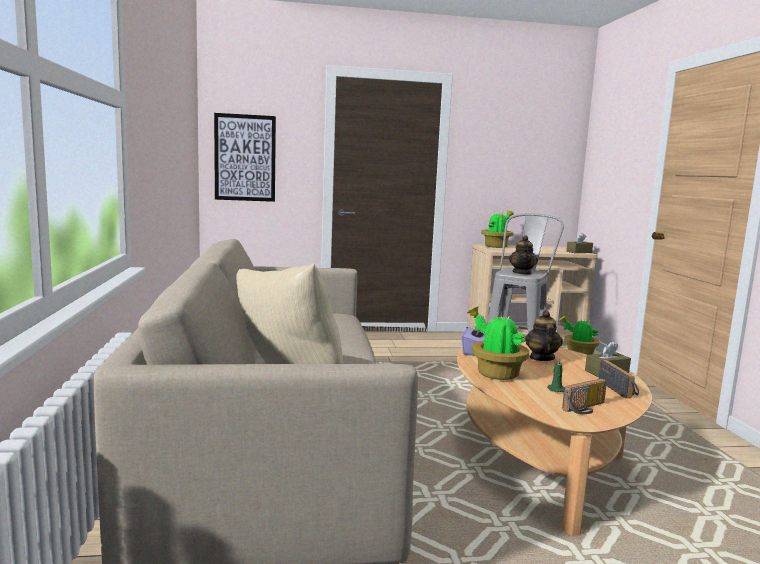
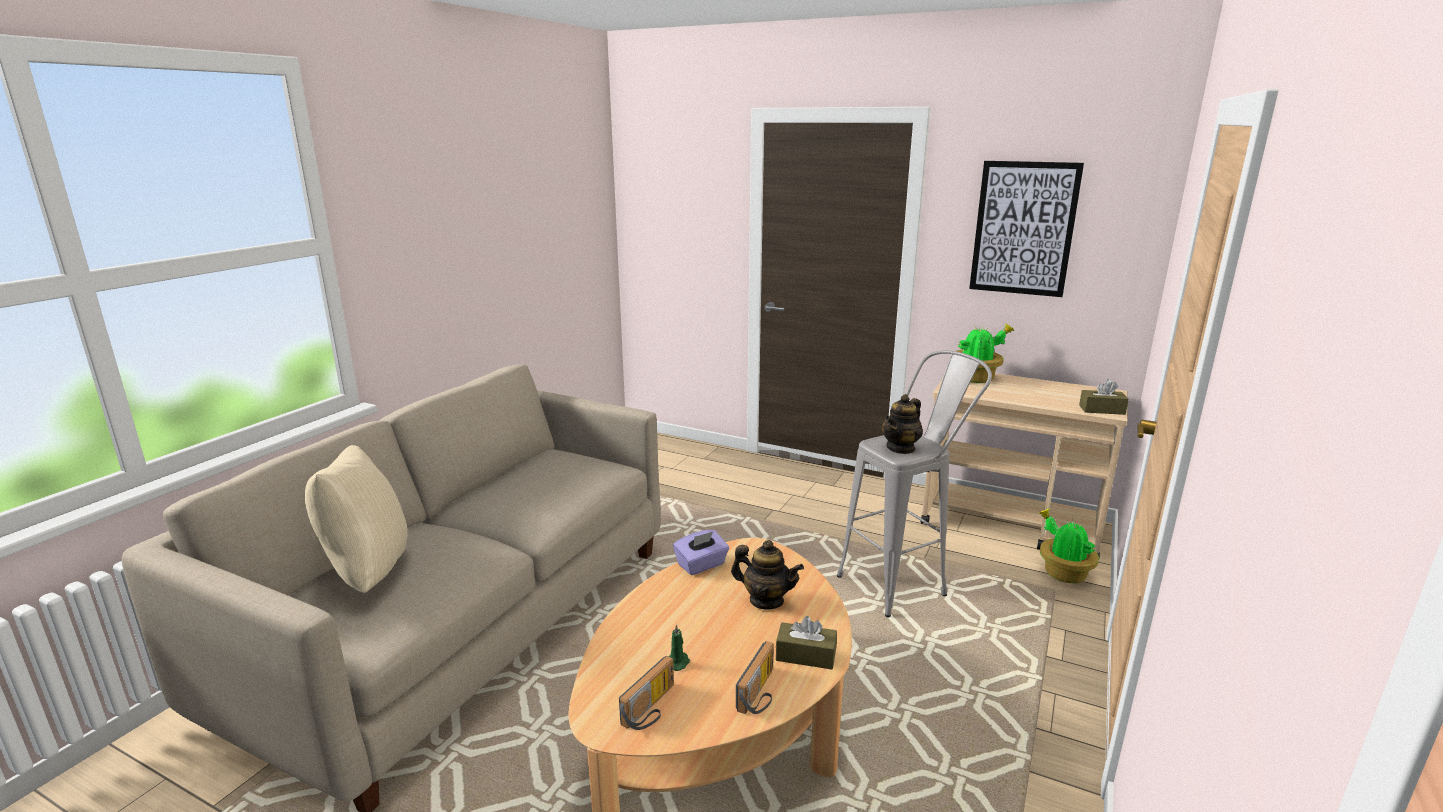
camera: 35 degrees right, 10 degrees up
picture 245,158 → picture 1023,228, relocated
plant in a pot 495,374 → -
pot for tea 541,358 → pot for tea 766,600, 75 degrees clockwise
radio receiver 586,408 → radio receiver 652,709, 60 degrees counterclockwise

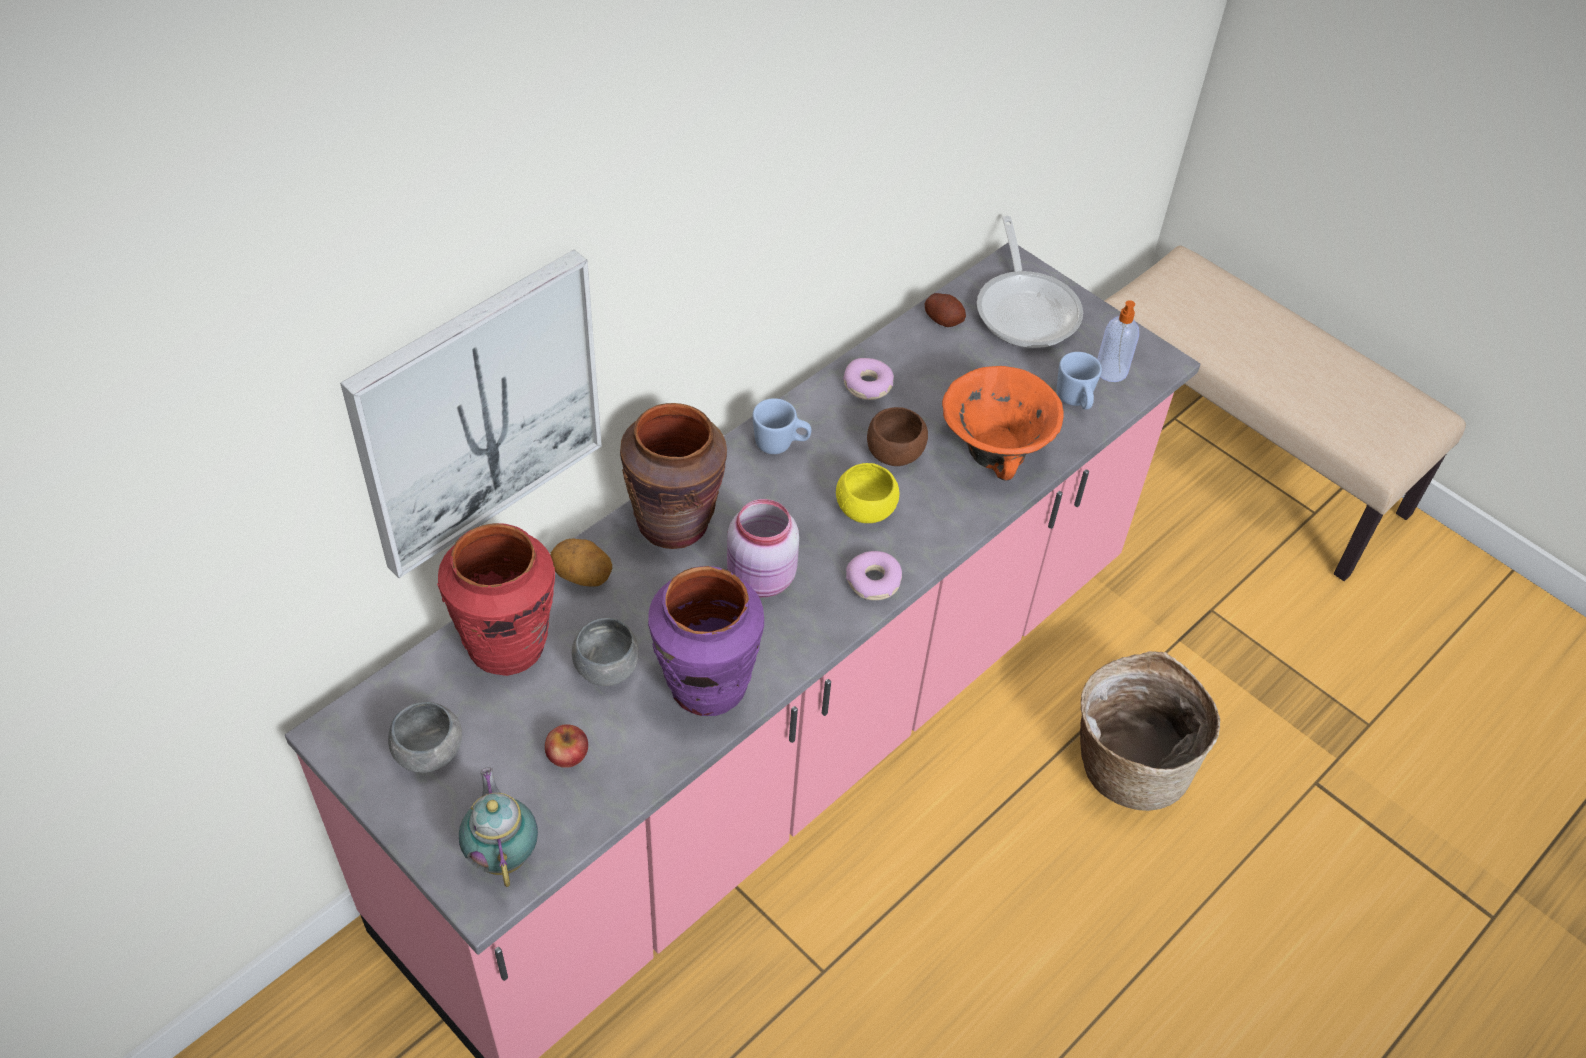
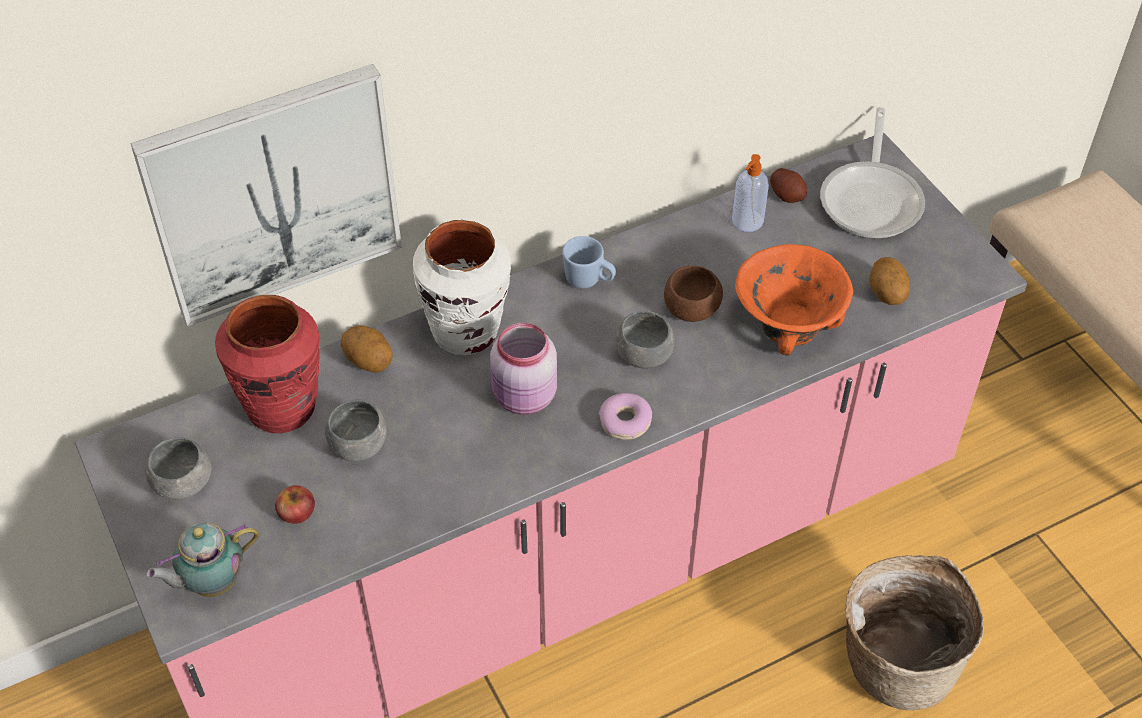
camera: 20 degrees right, 0 degrees up
pot for tea 503,853 → pot for tea 211,583, 120 degrees counterclockwise
decorative vase/brown 674,523 → decorative vase/whitish 466,331
decorative vase/purple-coloured 707,686 → -
bowl/yellowish 865,510 → bowl/grey 643,356
donut 867,385 → -
mug/blue-coloured 1075,401 → spud 886,294
soap dispenser 1111,372 → soap dispenser 747,222, relocated

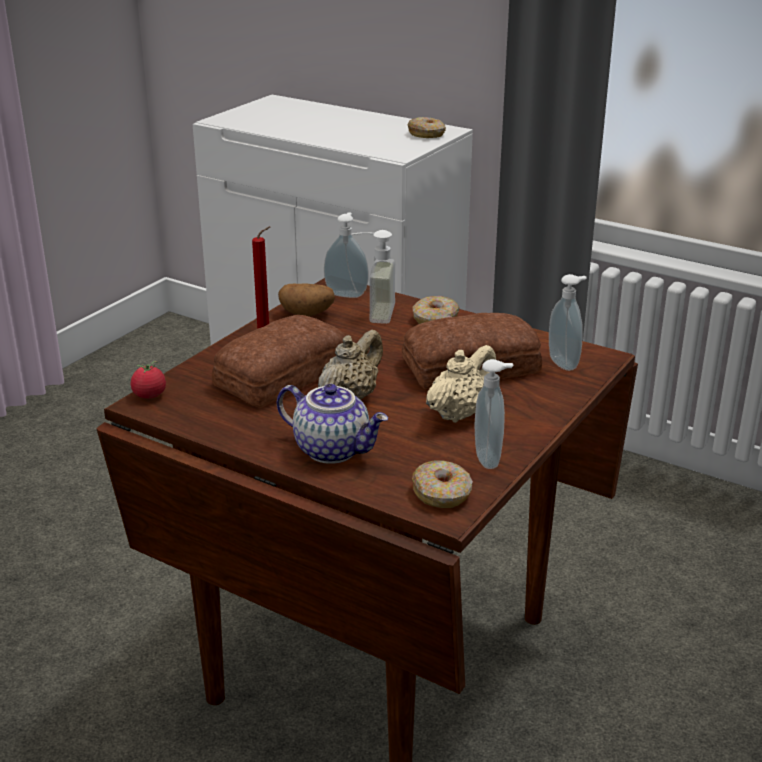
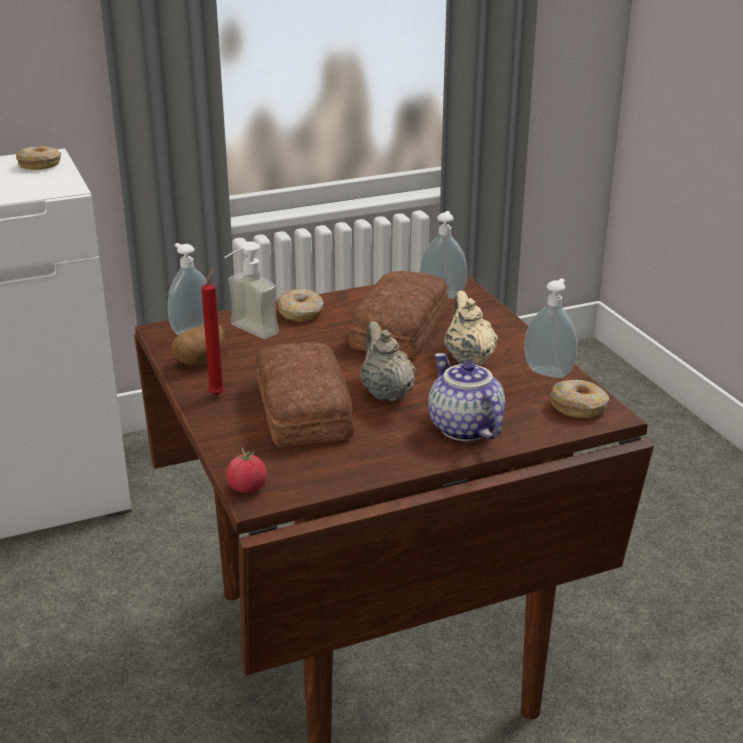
camera: 55 degrees left, 0 degrees up
pot for tea 333,449 → pot for tea 463,428, 90 degrees counterclockwise

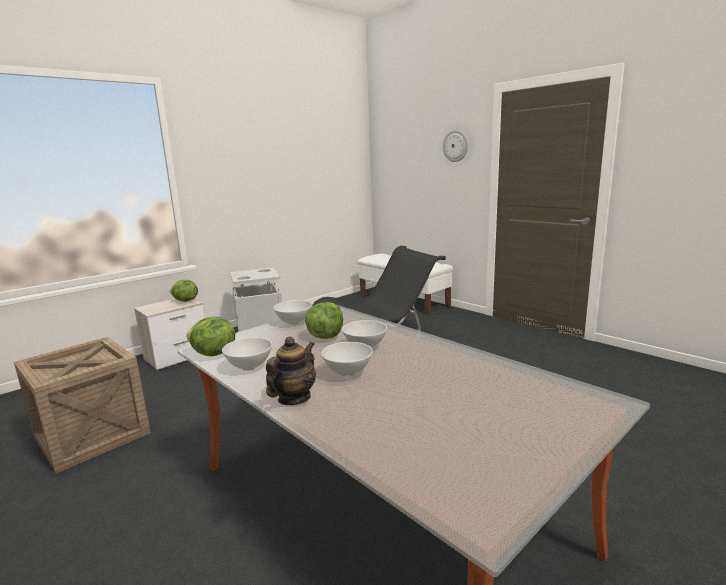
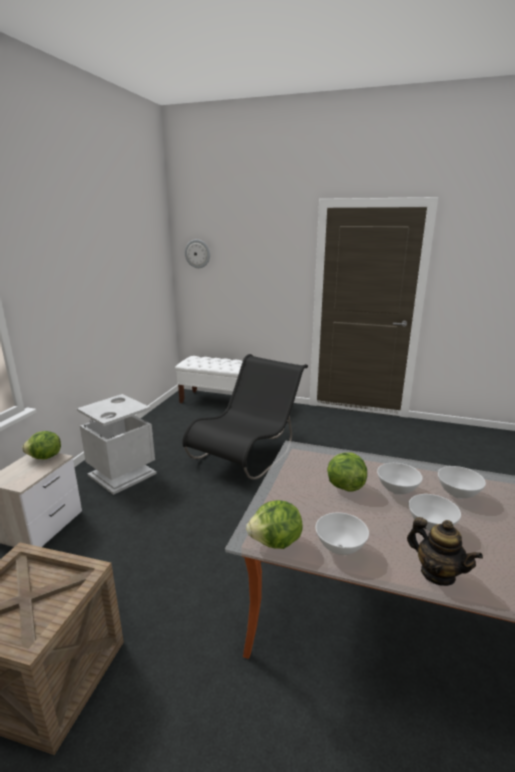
camera: 30 degrees left, 5 degrees up
pot for tea 294,398 → pot for tea 437,574, 135 degrees clockwise
bowl/whitish 294,322 → bowl/whitish 458,494, relocated
wall clock 456,145 → wall clock 197,253, relocated

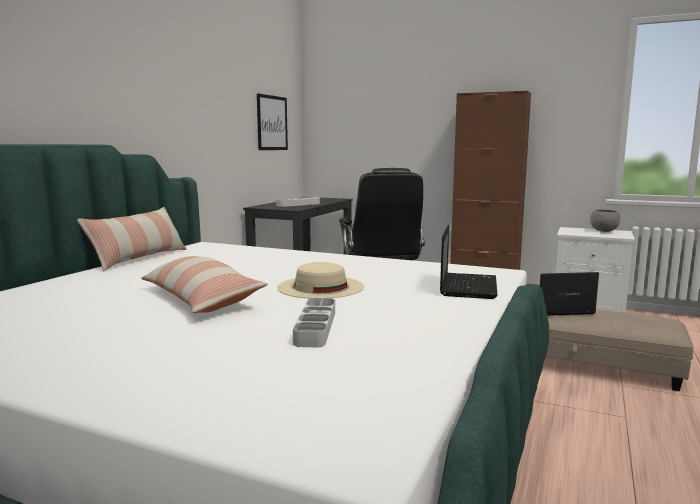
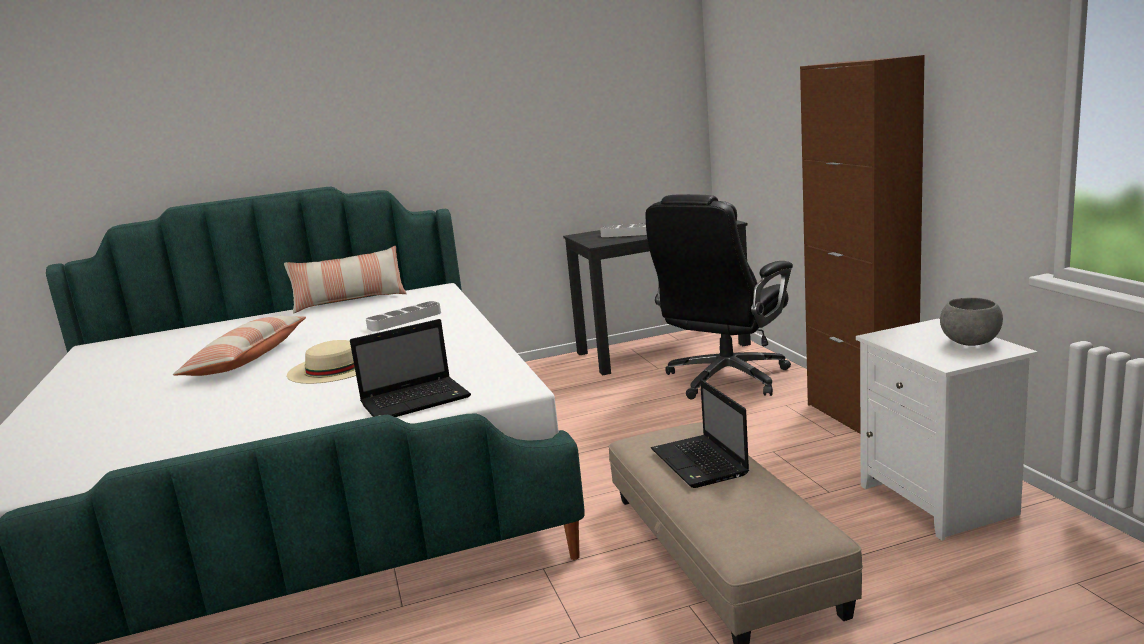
camera: 50 degrees right, 5 degrees up
picture 272,123 → -
serving tray/grey 315,327 → serving tray/grey 404,320, relocated
notebook computer 556,310 → notebook computer 700,463, 150 degrees counterclockwise

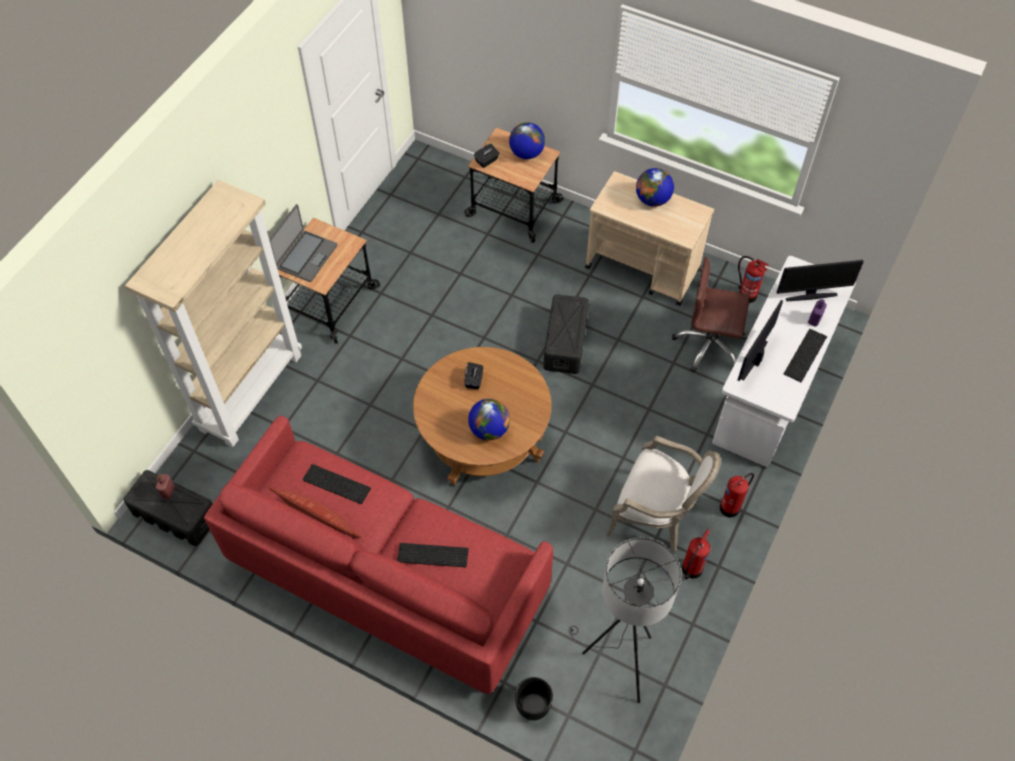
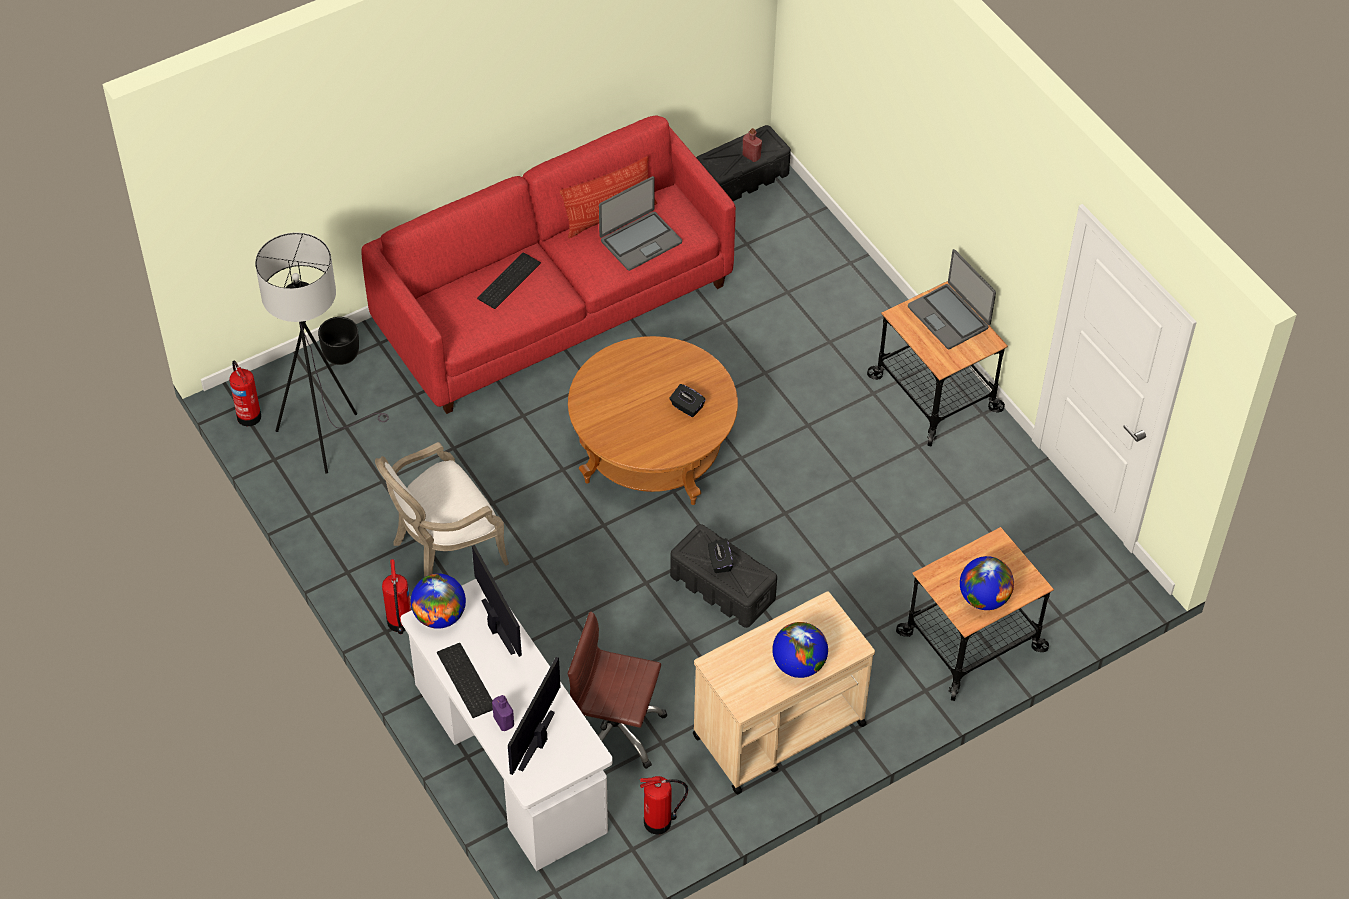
camera: 120 degrees right, 5 degrees down
bookcase/sand-coloured 251,391 → -
keyboard 335,485 → notebook computer 640,241
world globe 489,429 → world globe 439,616, relocated
tissue holder/black 487,161 → tissue holder/black 720,562, relocated
computer chair/brown 709,345 → computer chair/brown 614,731, 120 degrees counterclockwise
fire-fighting cylinder 691,570 → fire-fighting cylinder 248,415, relocated

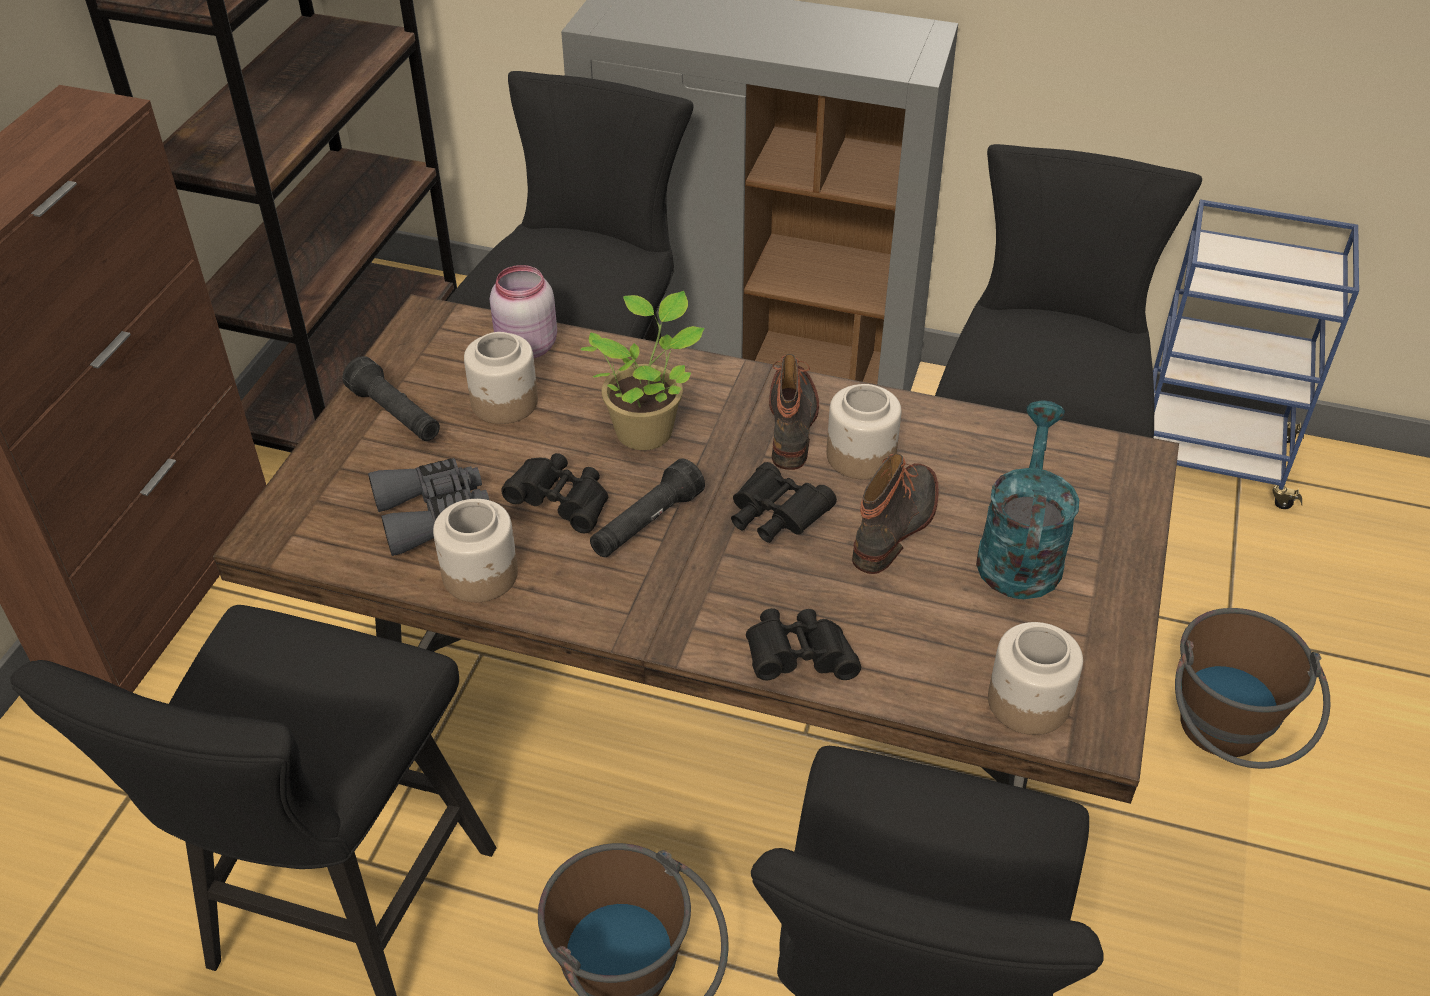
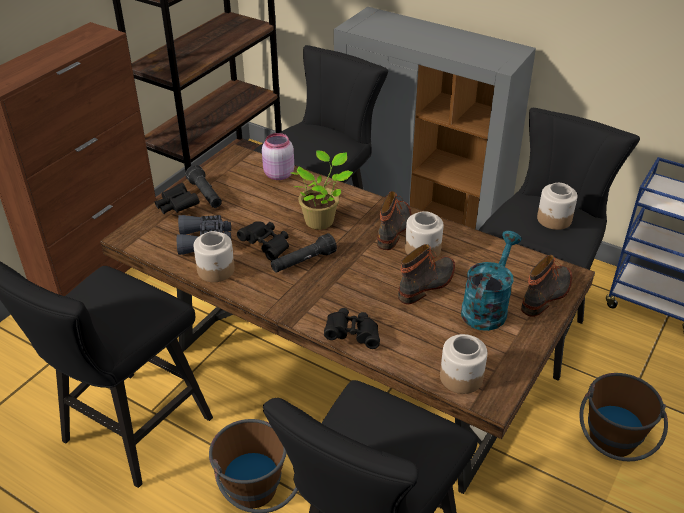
camera: 15 degrees right, 5 degrees down
storage jar 504,403 → storage jar 554,220, relocated
pair of binoculars/black 776,518 → pair of binoculars/black 177,207, relocated
- → boot 547,295

